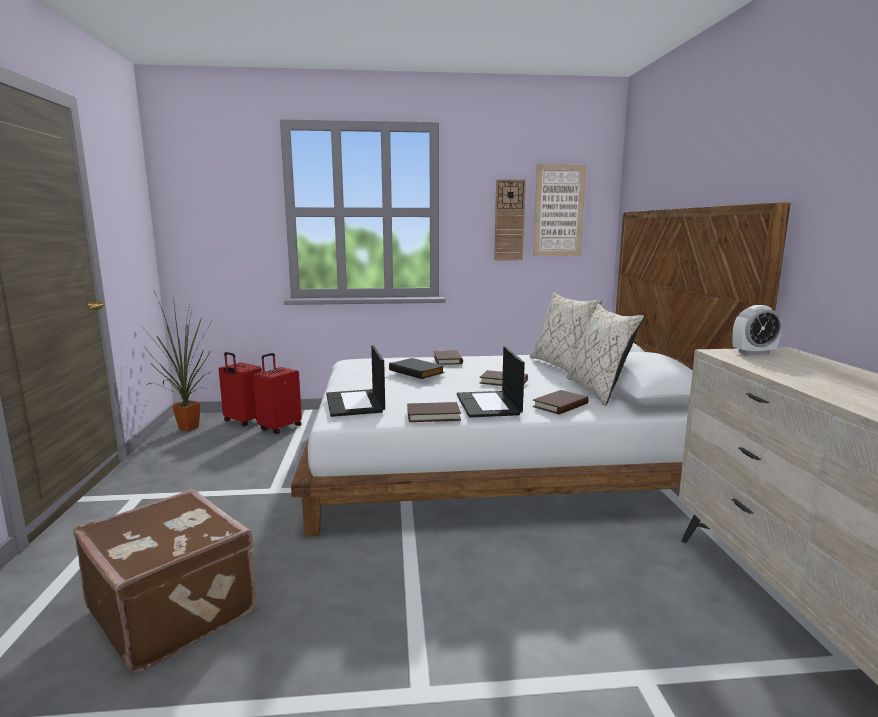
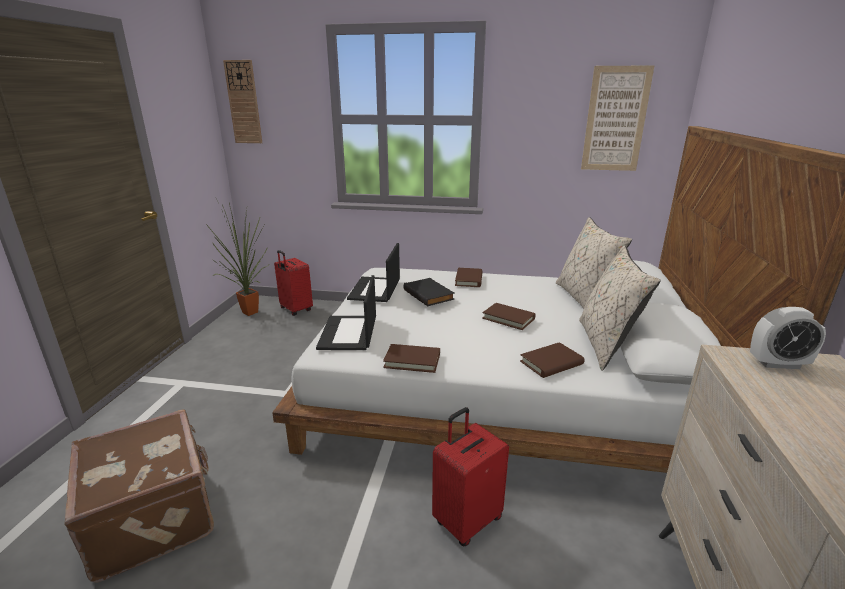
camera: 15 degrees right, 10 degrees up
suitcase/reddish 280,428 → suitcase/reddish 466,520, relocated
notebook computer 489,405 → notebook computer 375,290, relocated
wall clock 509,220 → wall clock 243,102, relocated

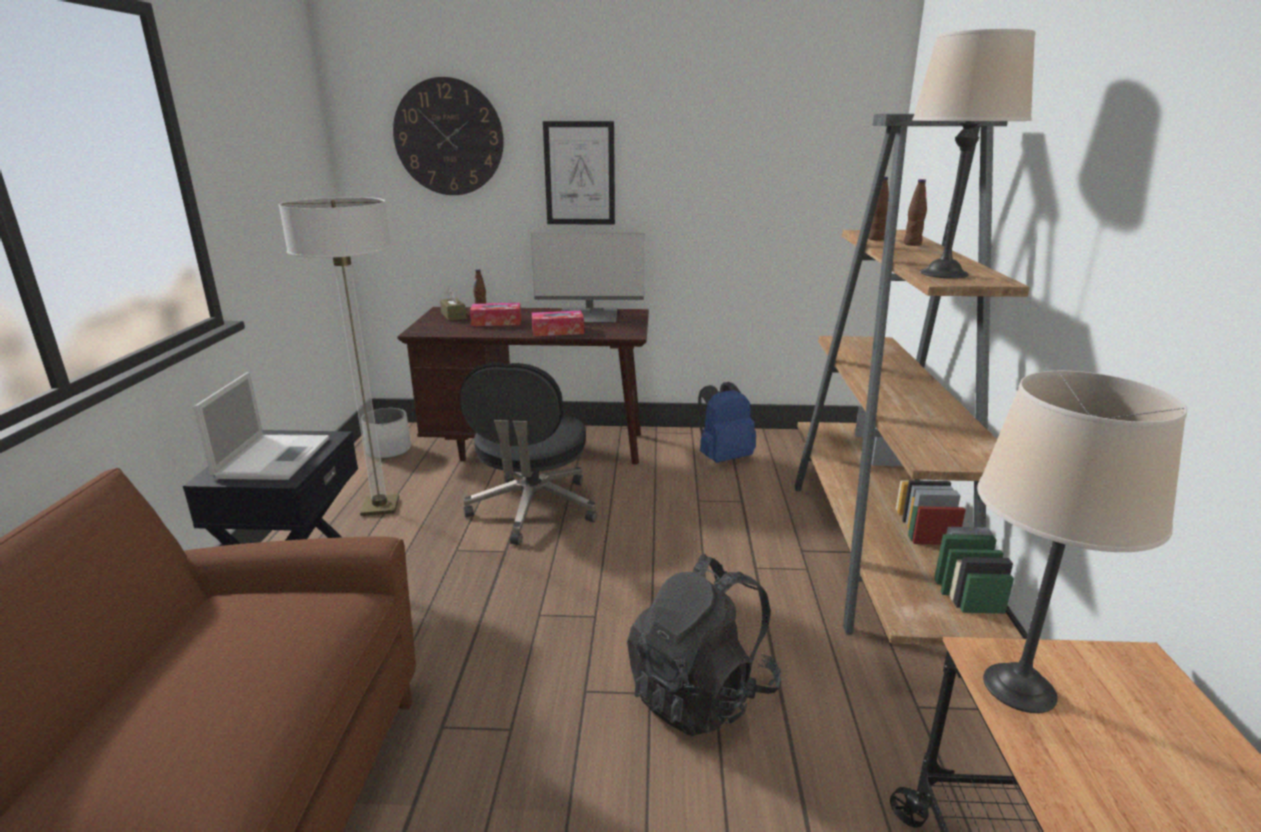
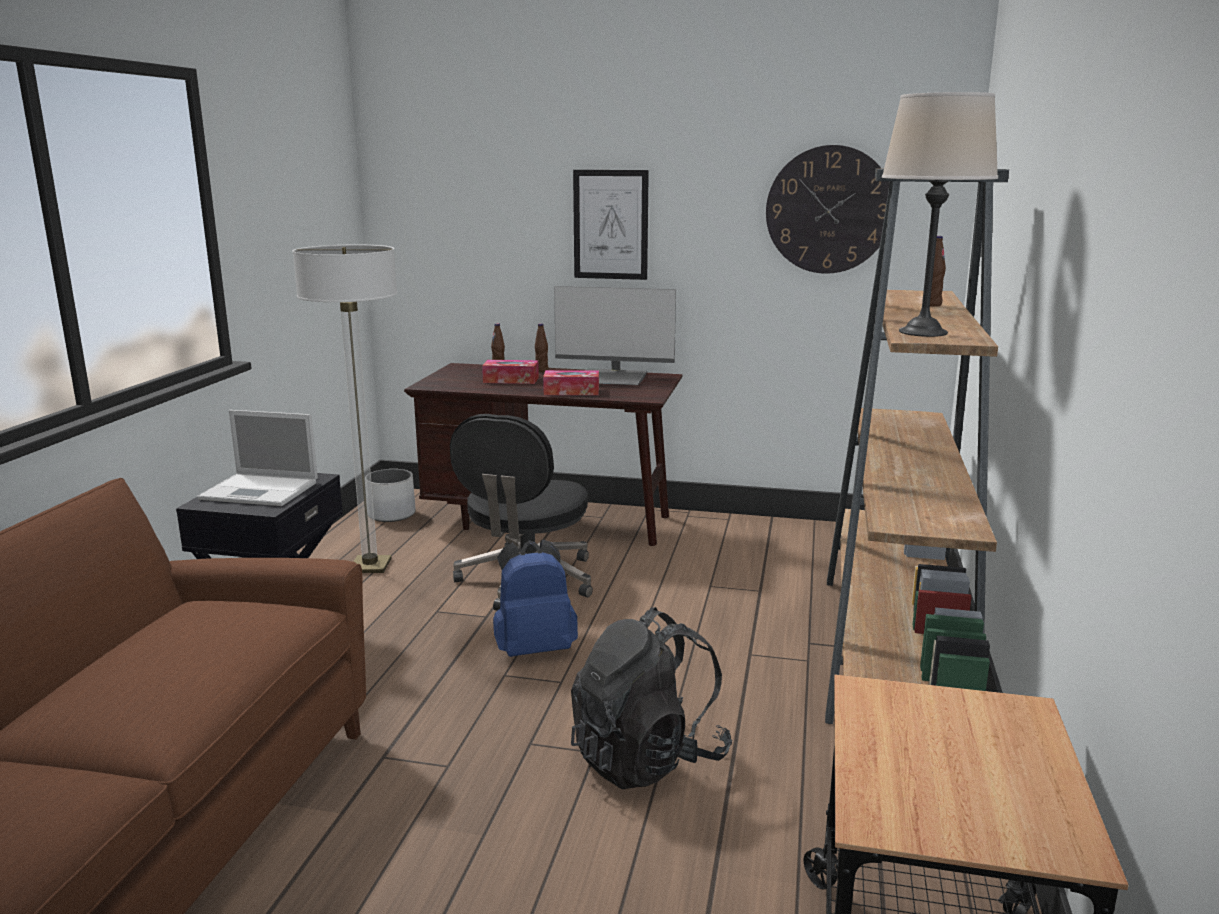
camera: 10 degrees right, 5 degrees down
notebook computer 274,457 → notebook computer 261,490, 90 degrees clockwise
wall clock 448,137 → wall clock 828,210, relocated
tissue holder/brown 453,316 → -
knapsack/blue-coloured 723,457 → knapsack/blue-coloured 534,648, relocated
beverage bottle/brown 876,239 → beverage bottle/brown 541,370, relocated
lamp for a table/sand-coloured 1018,687 → -

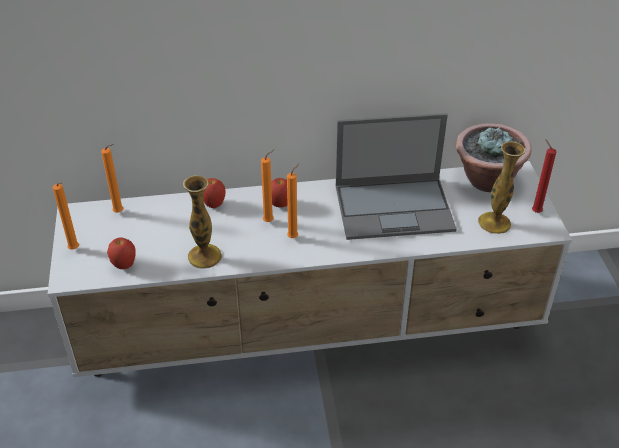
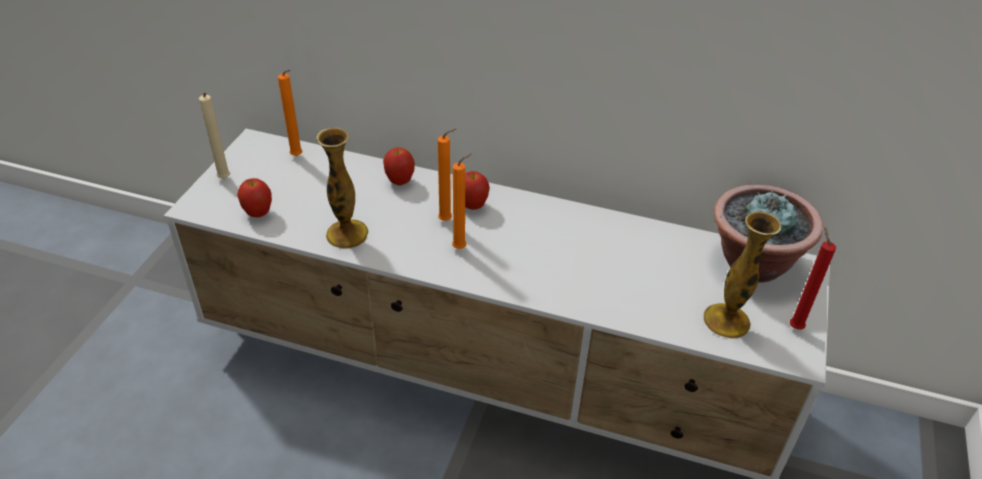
camera: 25 degrees right, 0 degrees up
wax light/orangey 75,250 → wax light/sand-coloured 224,180
notebook computer 395,207 → -

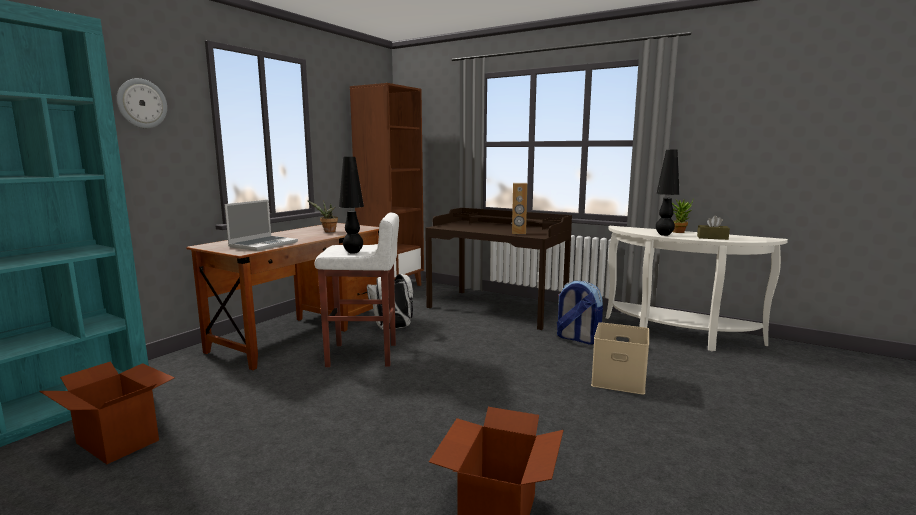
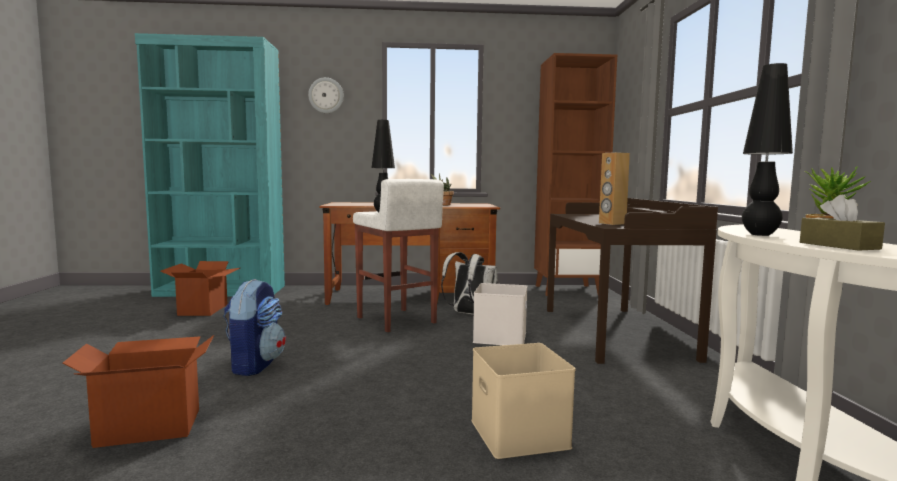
camera: 55 degrees right, 5 degrees down
notebook computer 263,244 → -
knapsack 577,338 → knapsack 255,365, relocated
- → storage box/whitish 499,336

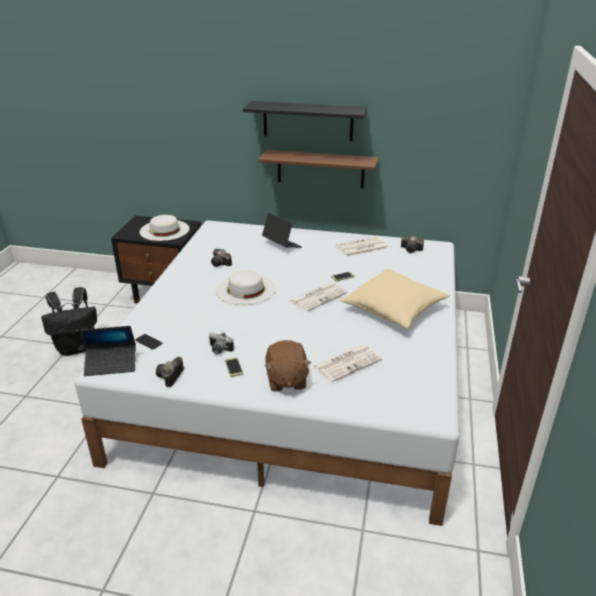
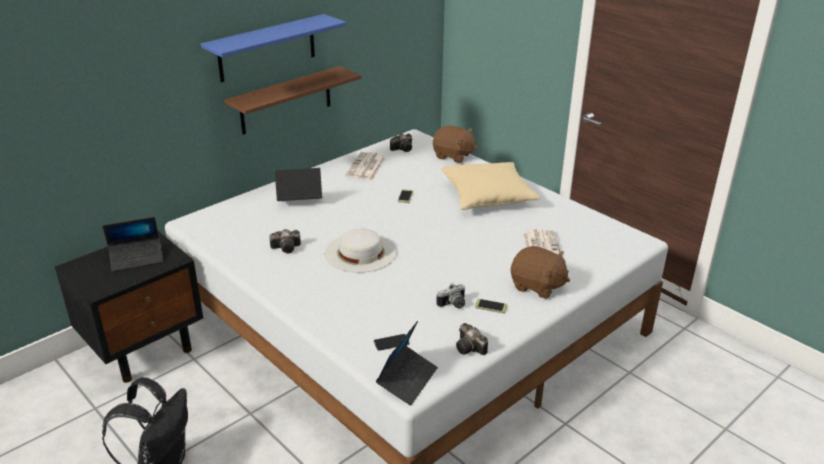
camera: 55 degrees left, 0 degrees up
wearable hat/whitish 164,230 → notebook computer 136,258
bracket shelf/black 308,121 → bracket shelf/blue-coloured 267,48
newspaper 318,297 → -
- → soft toy/brown 453,156

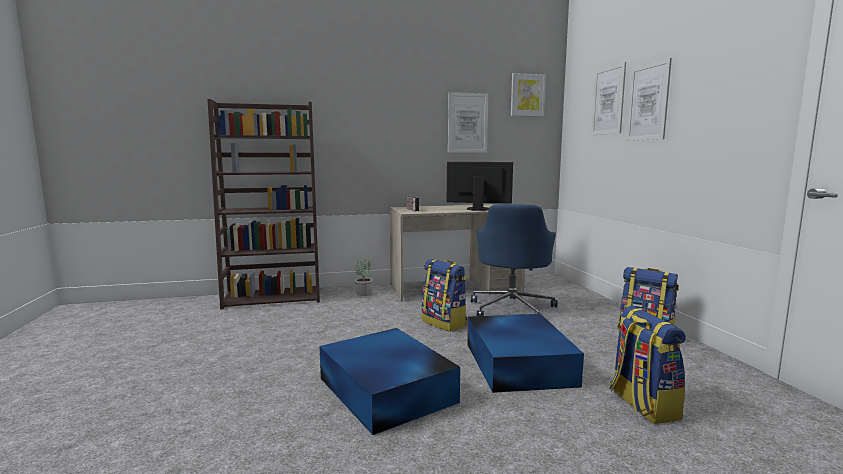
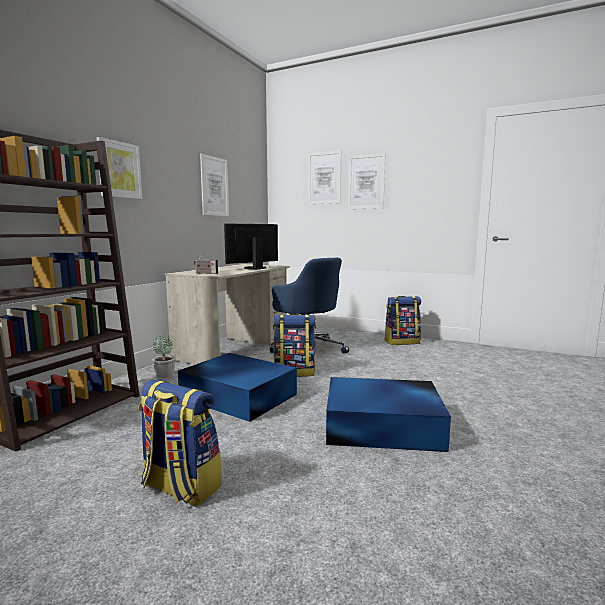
camera: 50 degrees left, 0 degrees up
storage box/blue-coloured 518,363 → storage box/blue-coloured 237,395, relocated
picture 527,95 → picture 119,170, relocated
knapsack 642,405 → knapsack 180,487, relocated

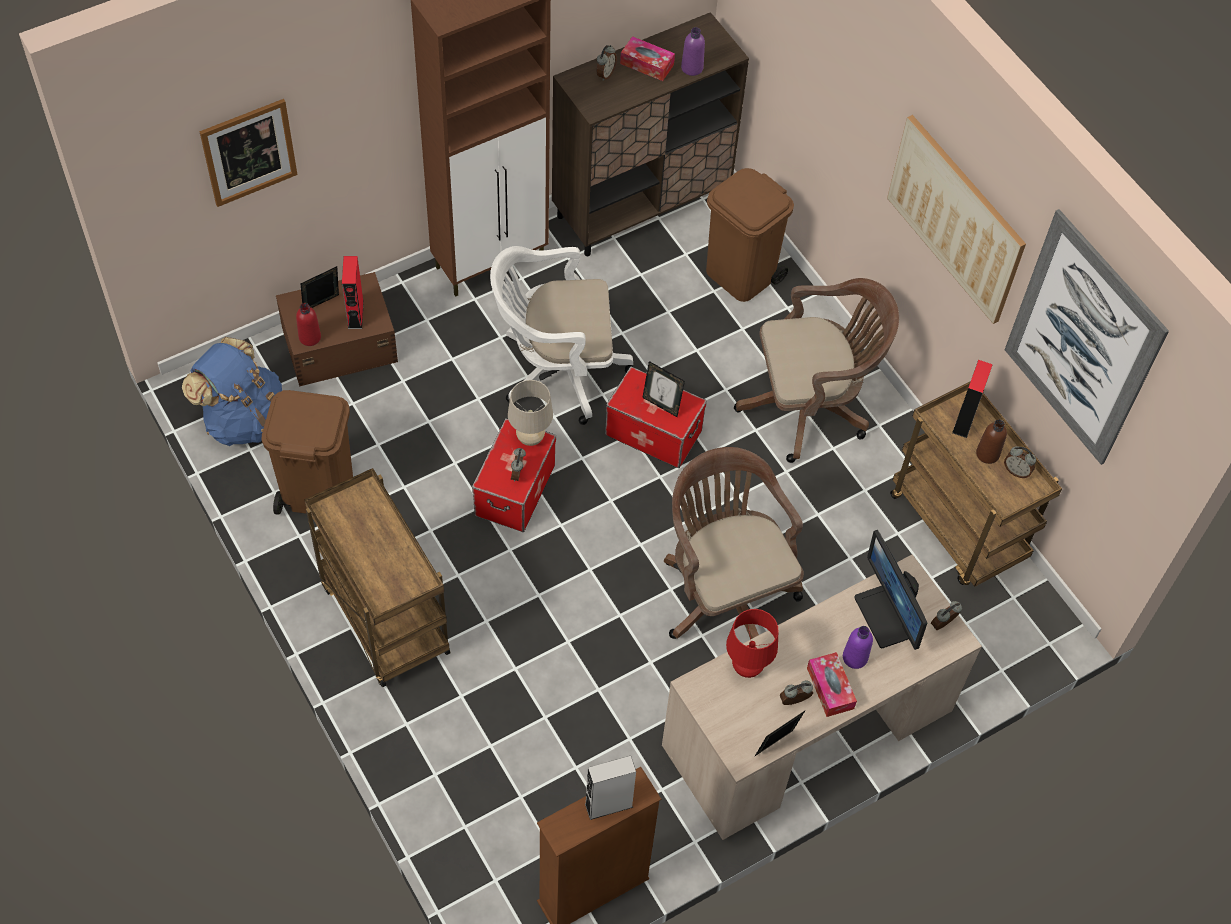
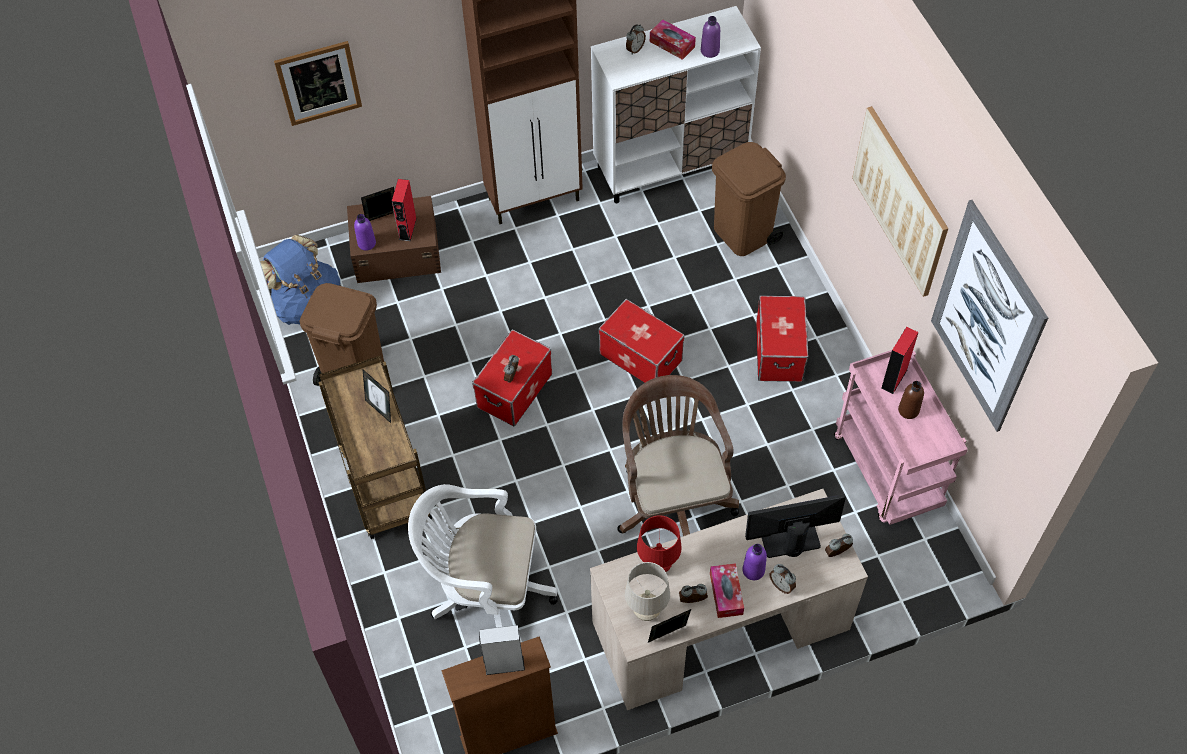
camera: 15 degrees right, 0 degrees up
beverage bottle/reddish 310,337 → beverage bottle/purple-coloured 366,243
computer chair/whitish 556,371 → computer chair/whitish 485,590, relocated
lamp for a table/sand-coloured 530,438 → lamp for a table/sand-coloured 646,611, relocated
storage cabinet/brown 642,205 → storage cabinet/whitish 671,165
standing frame 661,405 → standing frame 380,409, relocated
computer chair/brown 810,406 → storage box 779,351
computer display 887,616 → computer display 789,538, 90 degrees clockwise
trolley/brown 958,528 → trolley/pinkish 888,472
table clock 1016,471 → table clock 782,585, relocated

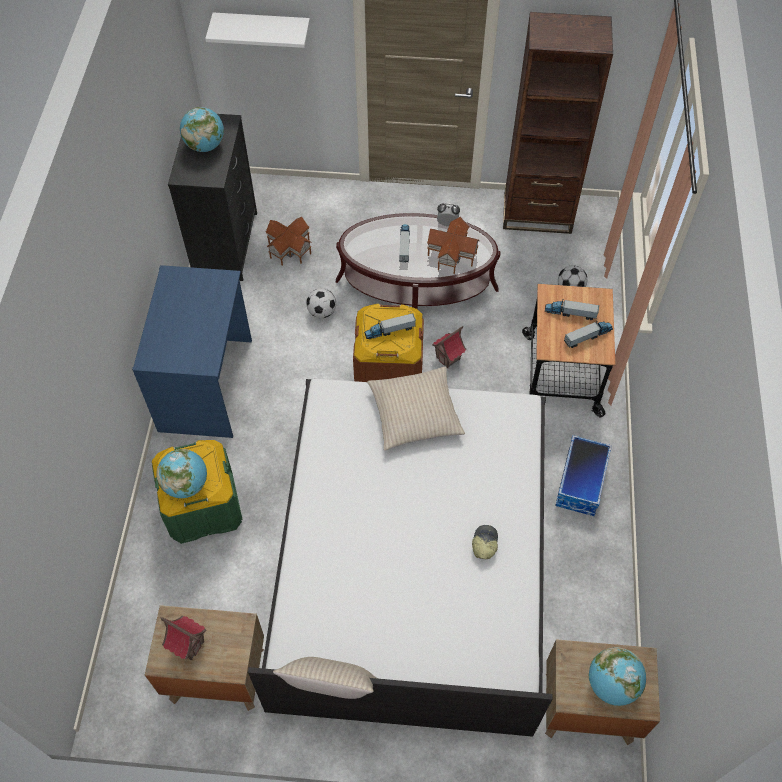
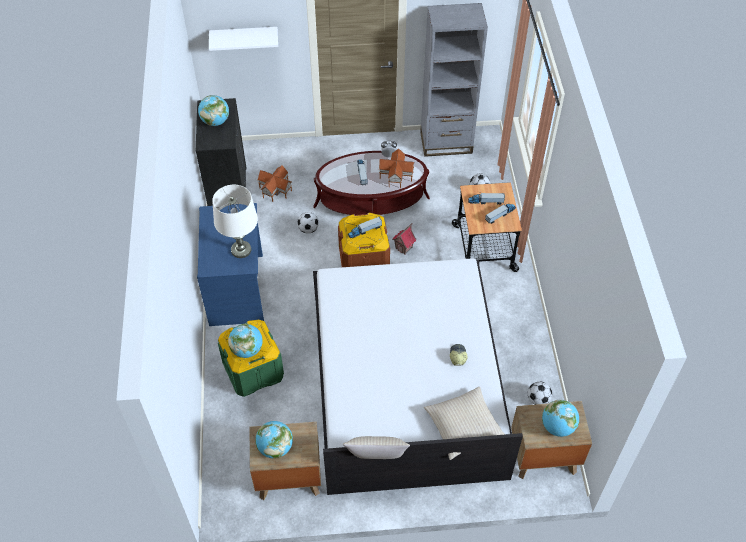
camera: 10 degrees left, 5 degrees down
toy house 189,645 → world globe 275,448
pillow/sand-coloured 415,413 → pillow/sand-coloured 464,426, relocated
bookcase/brown 537,213 → bookcase/grey 446,143
storage box 581,483 → -
- → lamp for a table/whitish 241,250
- → football 538,399

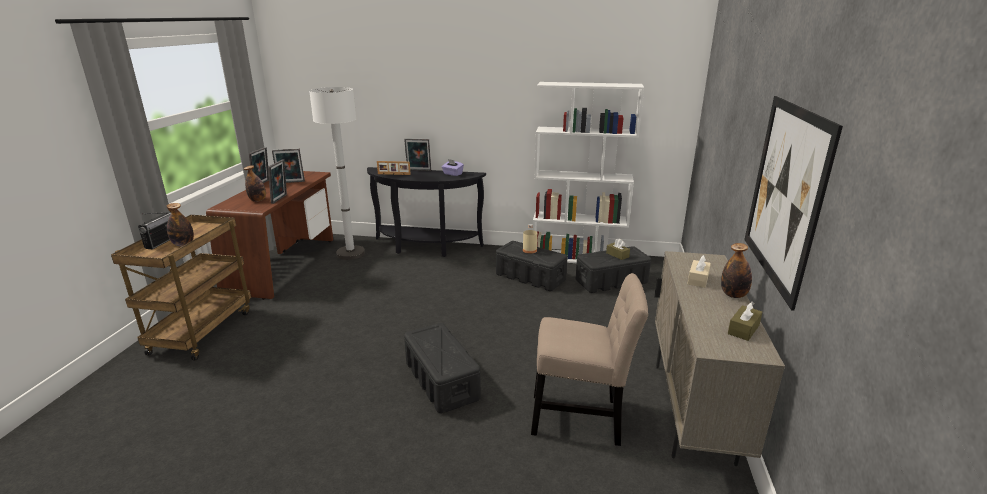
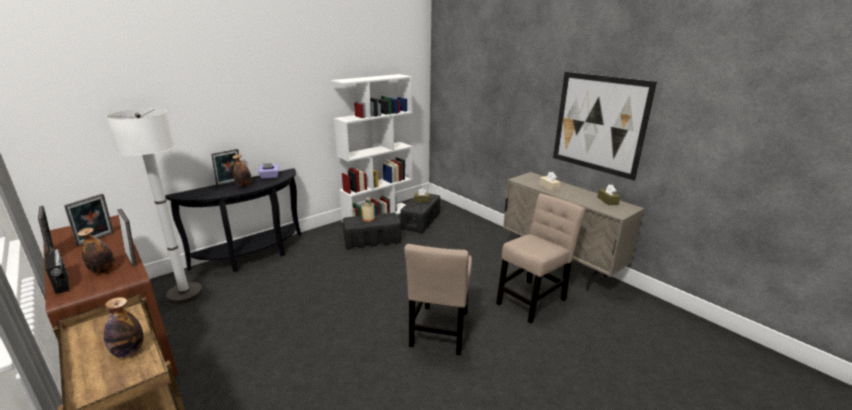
camera: 50 degrees left, 0 degrees up
radio receiver 161,242 → radio receiver 62,283, relocated
standing frame 394,174 → -
storage box/black 441,380 → upright chair/sand-coloured 439,331
beverage bottle 733,295 → beverage bottle 244,185, relocated

